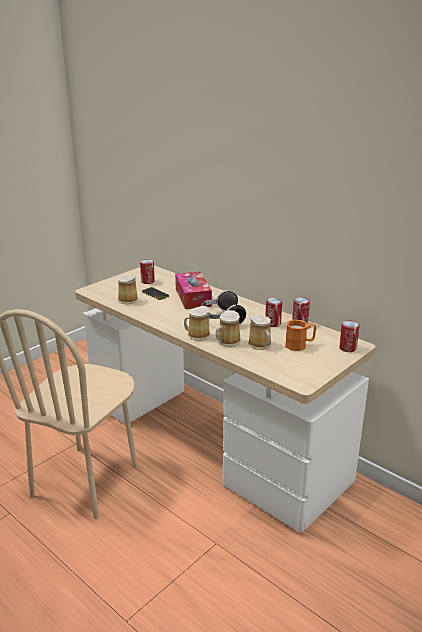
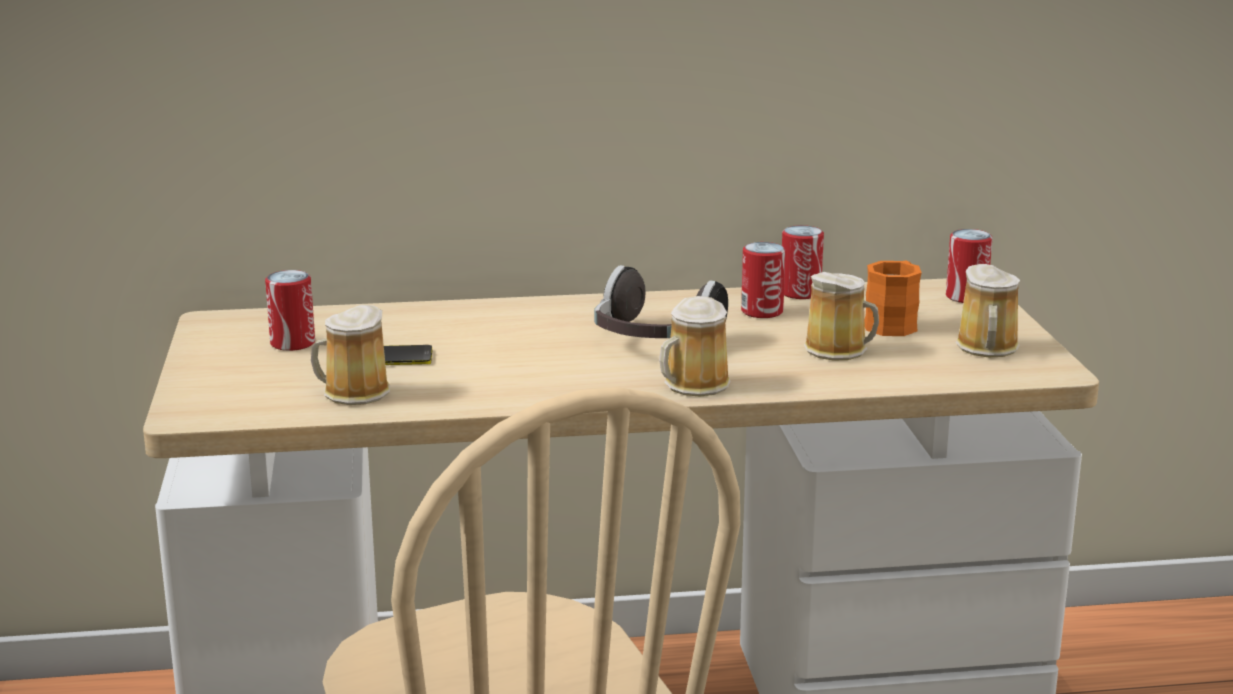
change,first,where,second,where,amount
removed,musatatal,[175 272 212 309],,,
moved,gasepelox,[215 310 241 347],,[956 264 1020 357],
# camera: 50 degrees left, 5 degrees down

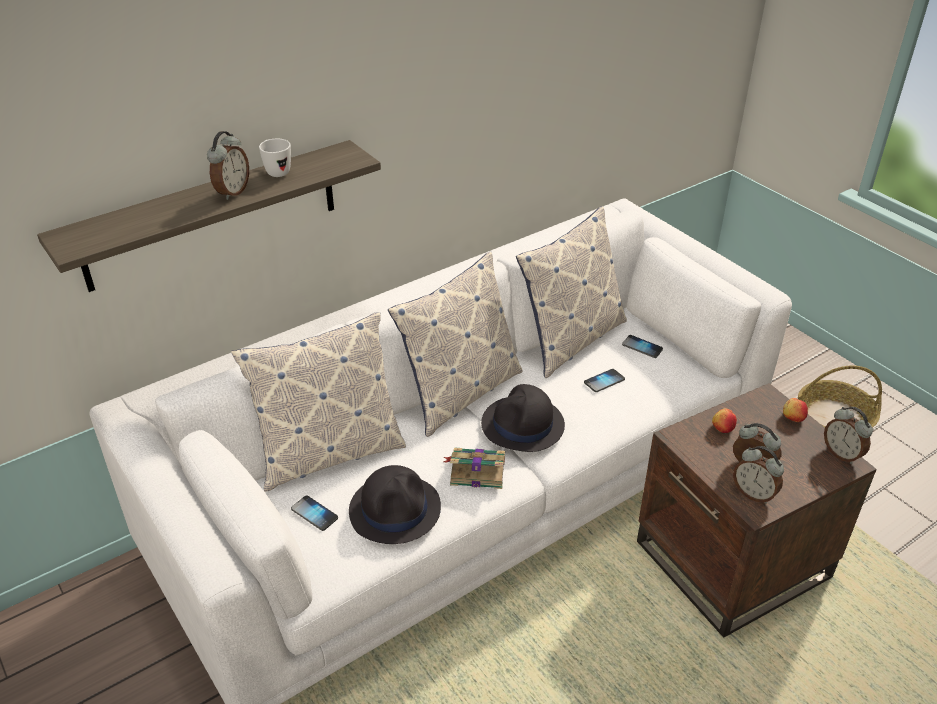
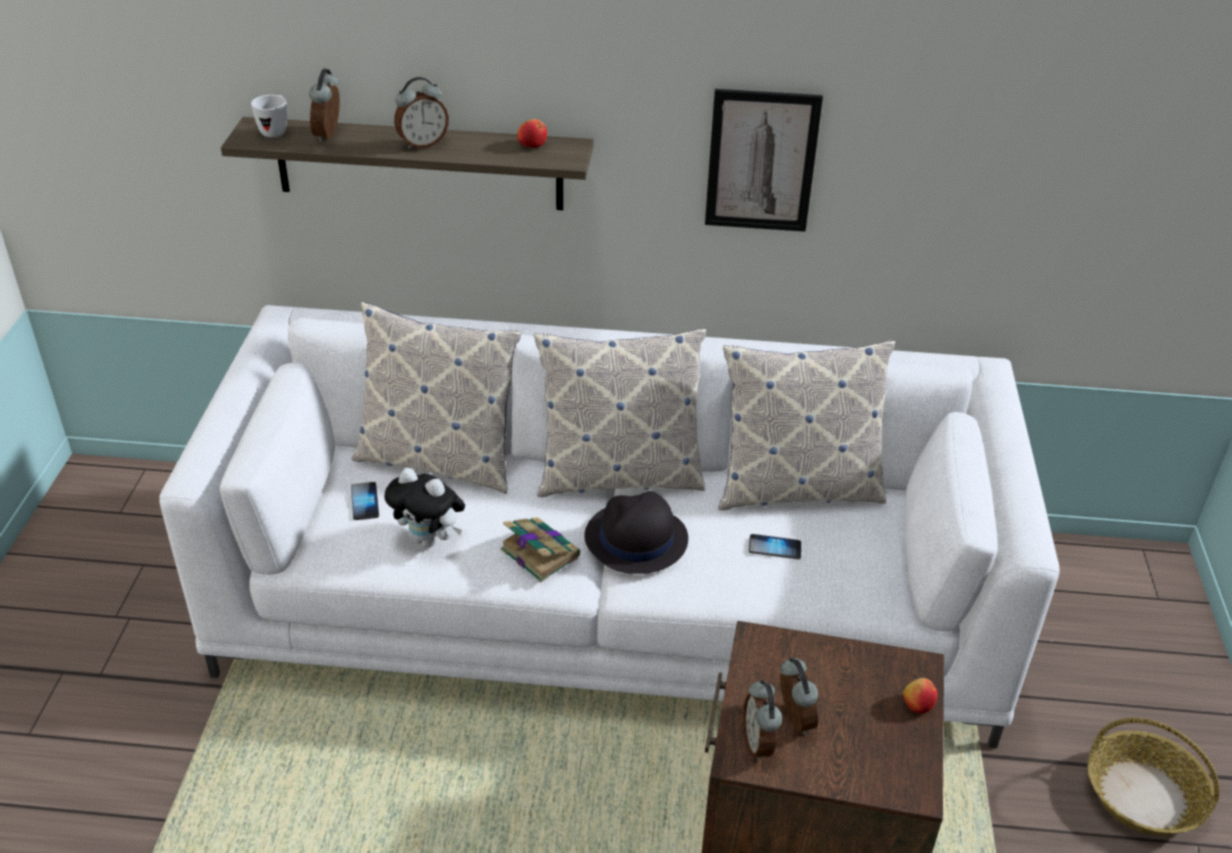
change,first,where,second,where,amount
moved,white gasepelox,[259 139 291 177],,[251 95 287 137],
replaced,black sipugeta,[349 465 441 544],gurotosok,[384 468 465 547],
removed,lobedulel,[622 335 663 358],,,
moved,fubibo,[712 408 737 433],,[517 119 547 148],
moved,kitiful,[824 407 873 464],,[309 69 340 142],
added,,,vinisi,[705 89 823 232],
# camera: 40 degrees right, 0 degrees up

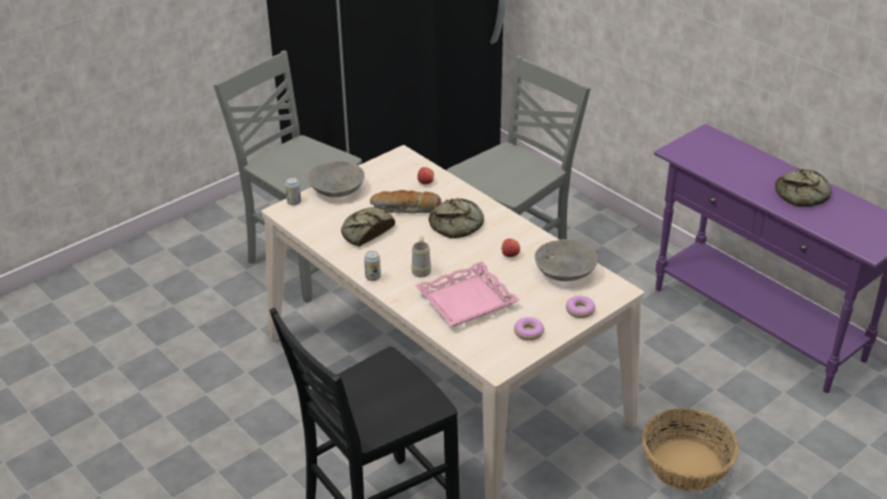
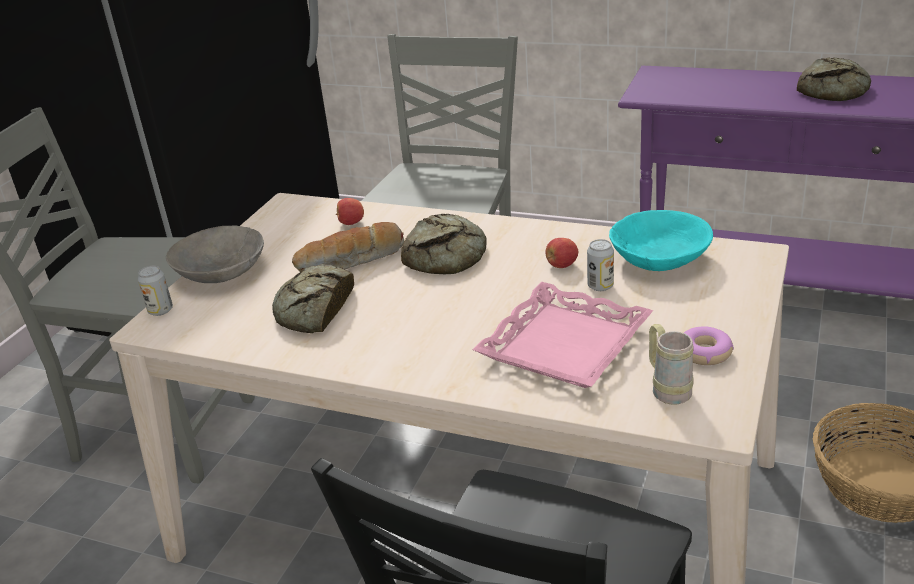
change,first,where,second,where,amount
moved,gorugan,[364 251 381 281],,[587 239 614 291],
moved,beige gasepelox,[411 236 431 278],,[649 324 694 405],
recoloured,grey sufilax,[535 239 598 281],turquoise sufilax,[609 210 713 271],
removed,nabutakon,[566 296 595 318],,,
# camera: 25 degrees left, 5 degrees down

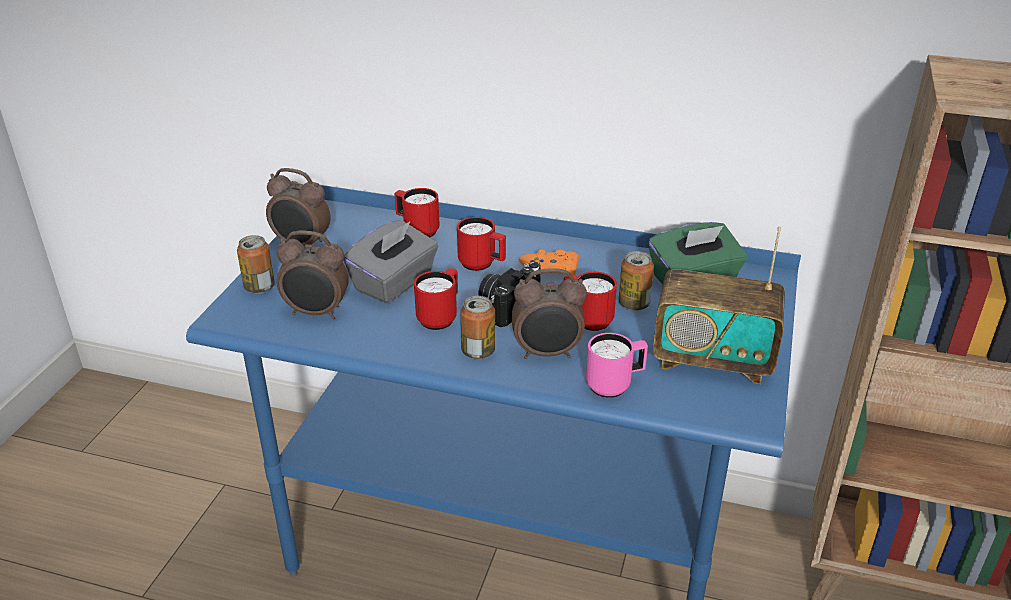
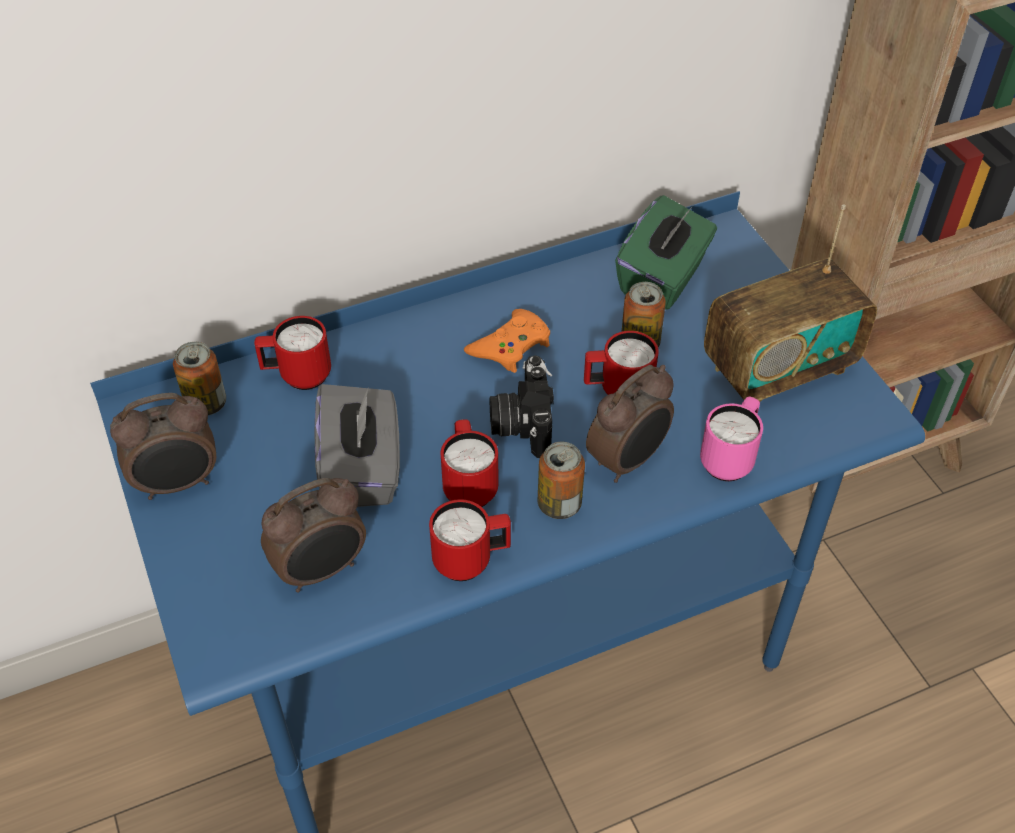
change,first,where,second,where,amount
moved,gorugan,[237 235 275 294],,[173 342 226 415],
moved,red gasepelox,[457 217 506 271],,[429 499 511 581],
# camera: 40 degrees left, 15 degrees up

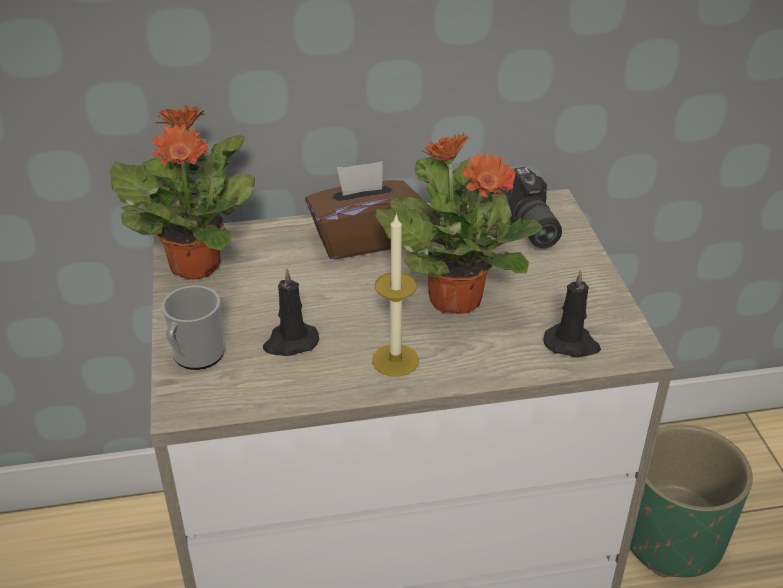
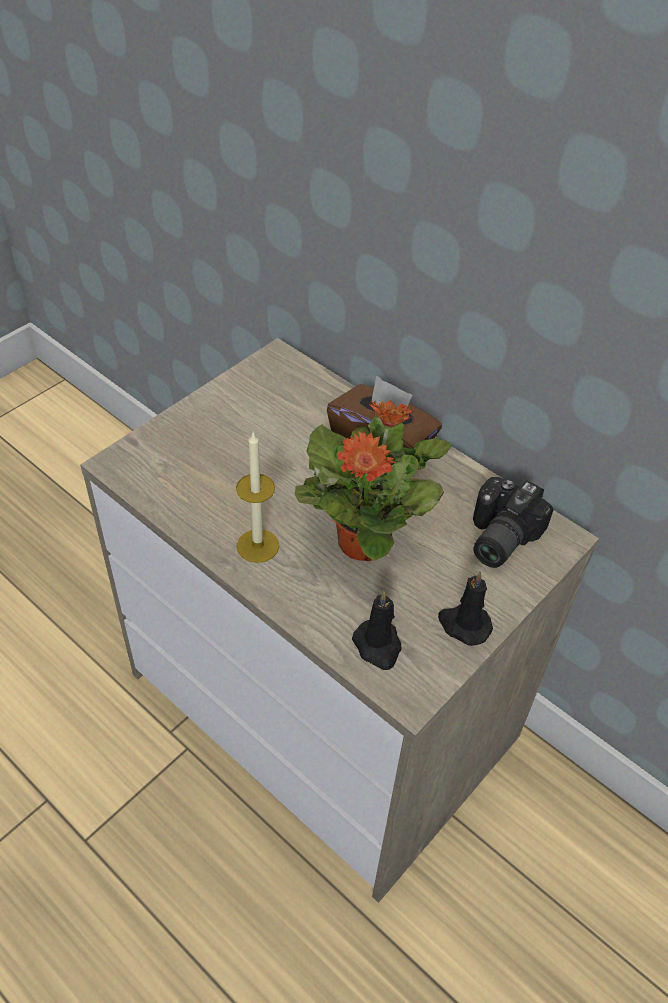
change,first,where,second,where,amount
removed,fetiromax,[109 105 255 280],,,
removed,gasepelox,[162 286 224 370],,,
moved,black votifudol,[263 268 319 356],,[438 571 493 646],
removed,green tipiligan,[630 425 753 577],,,
# camera: 50 degrees right, 10 degrees up

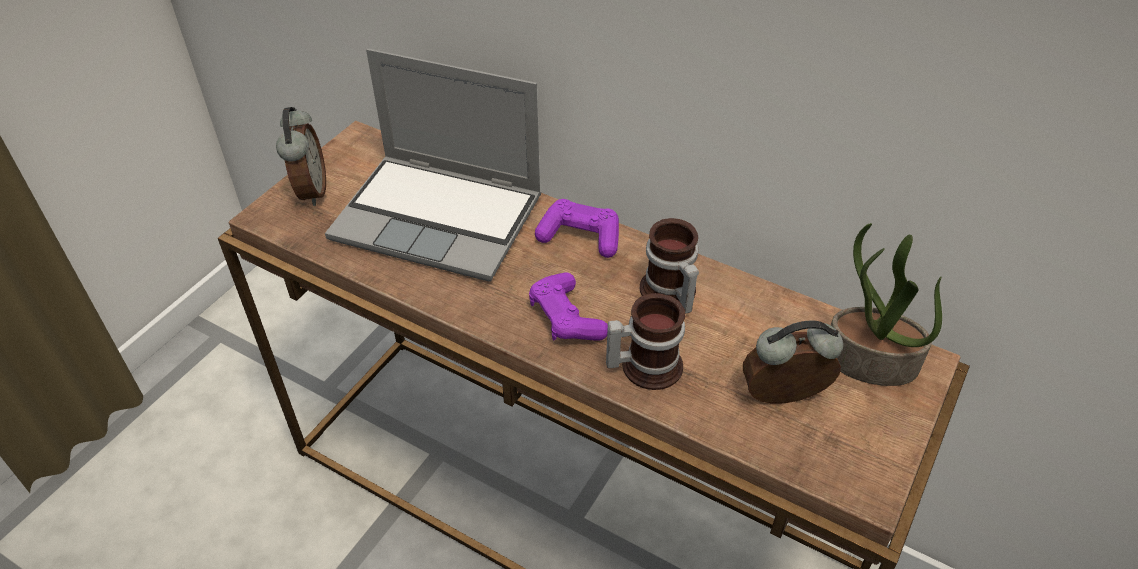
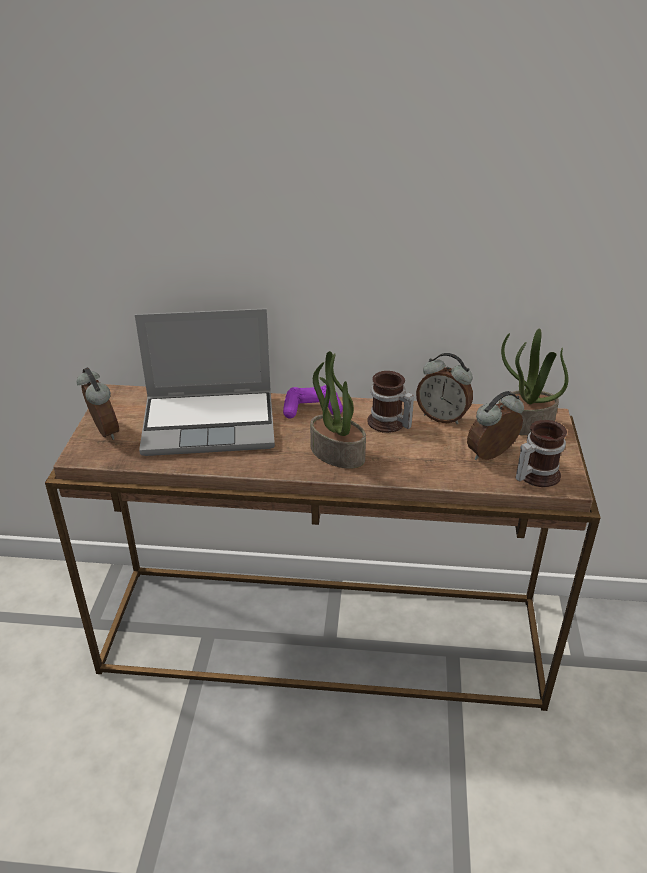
change,first,where,second,where,amount
replaced,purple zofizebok,[529 272 608 341],fetiromax,[310 351 366 469],
moved,gasepelox,[606 293 685 390],,[516 420 567 487],
added,,,kitiful,[416 353 473 424],
# camera: 25 degrees left, 10 degrees down

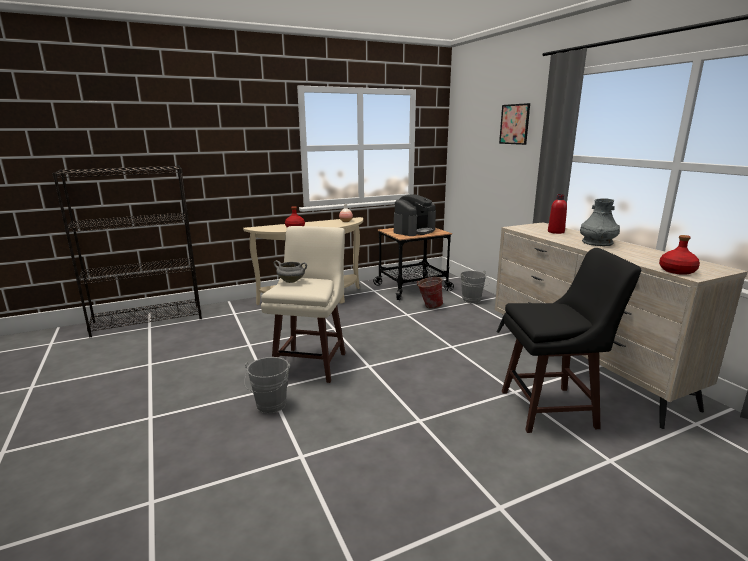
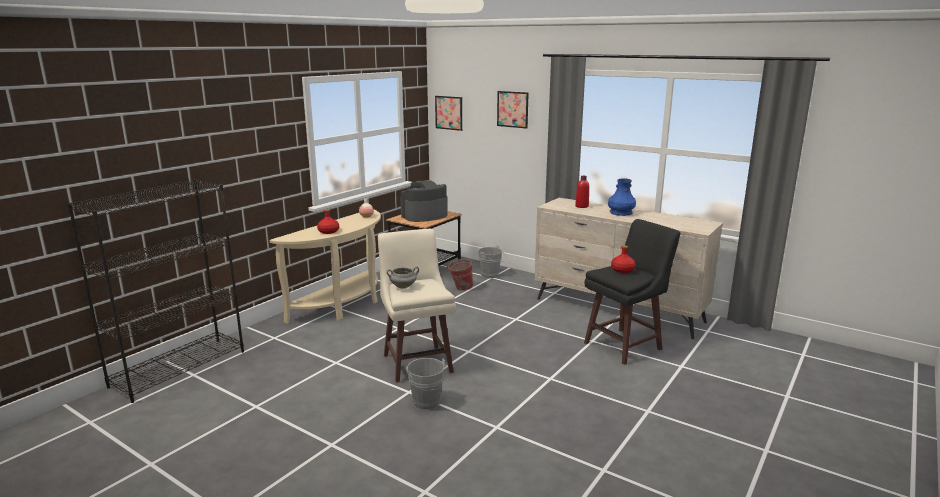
change,first,where,second,where,amount
turned,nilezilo,[394 194 436 236],,[401 180 447 222],135 degrees counterclockwise
recoloured,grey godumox,[580 198 620 246],blue godumox,[608 178 636 216],
moved,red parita,[659 235 700 275],,[611 245 636 273],
added,,,vinisi,[435 96 462 131],
# camera: 30 degrees left, 0 degrees up

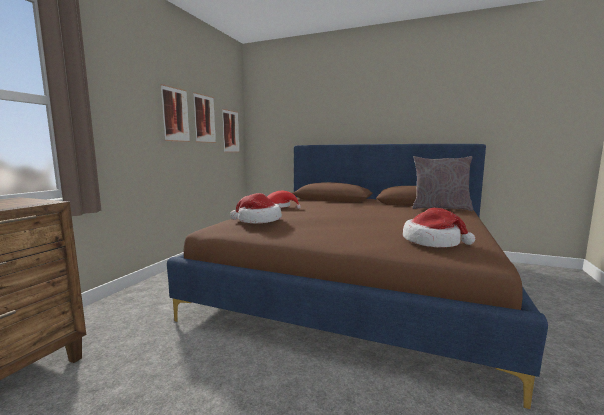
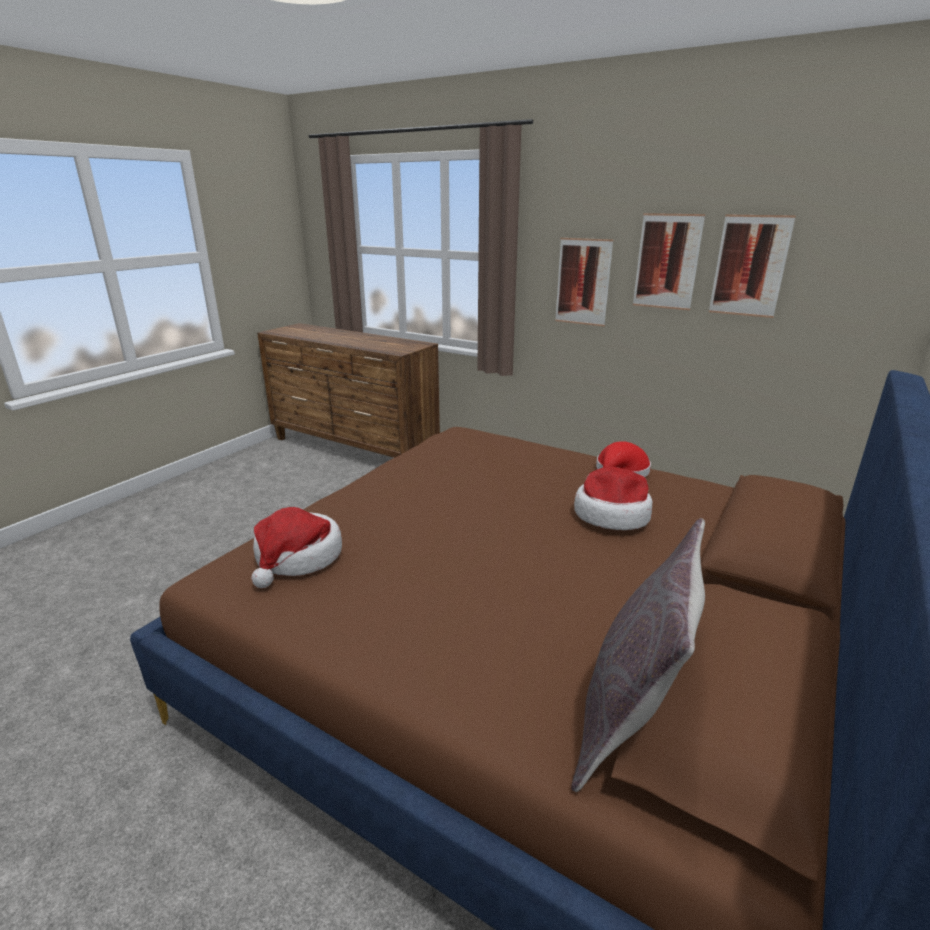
change,first,where,second,where,amount
moved,vinisi,[222 109 240 152],,[555 238 613 326],
moved,sipugeta,[230 193 282 223],,[574 466 653 530],
# camera: 100 degrees right, 15 degrees up

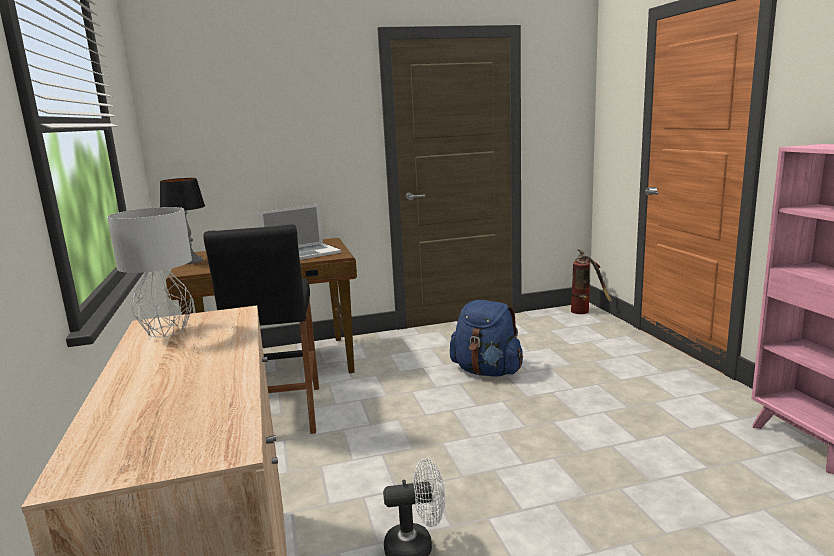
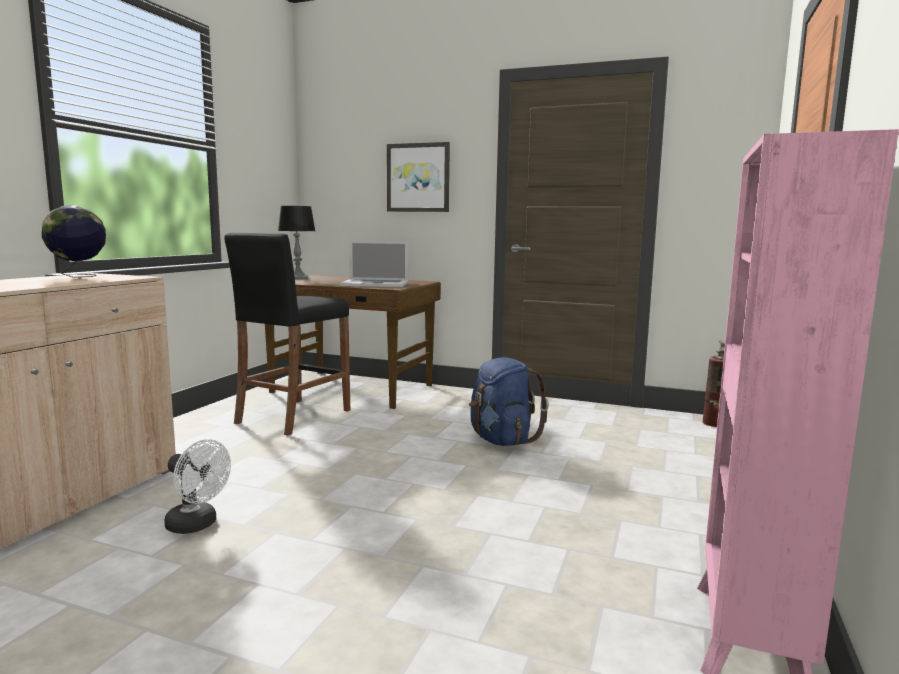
change,first,where,second,where,amount
replaced,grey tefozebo,[107 207 194 337],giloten,[42 205 106 278],
added,,,vinisi,[387 142 450 212],
# camera: 35 degrees right, 5 degrees down

